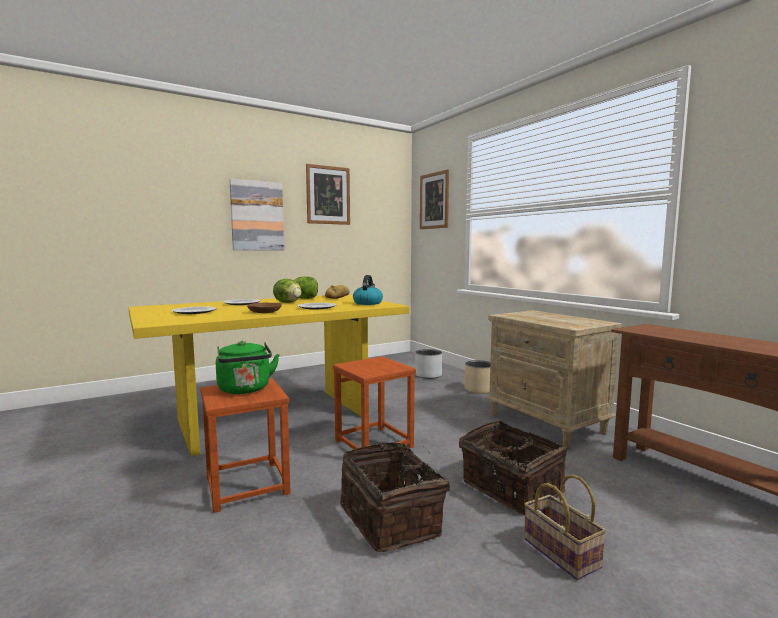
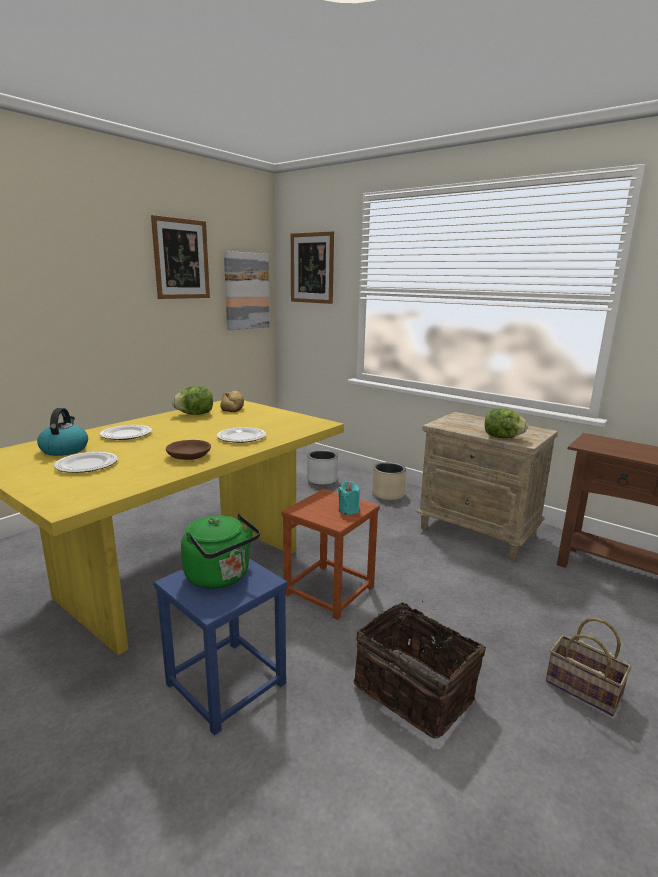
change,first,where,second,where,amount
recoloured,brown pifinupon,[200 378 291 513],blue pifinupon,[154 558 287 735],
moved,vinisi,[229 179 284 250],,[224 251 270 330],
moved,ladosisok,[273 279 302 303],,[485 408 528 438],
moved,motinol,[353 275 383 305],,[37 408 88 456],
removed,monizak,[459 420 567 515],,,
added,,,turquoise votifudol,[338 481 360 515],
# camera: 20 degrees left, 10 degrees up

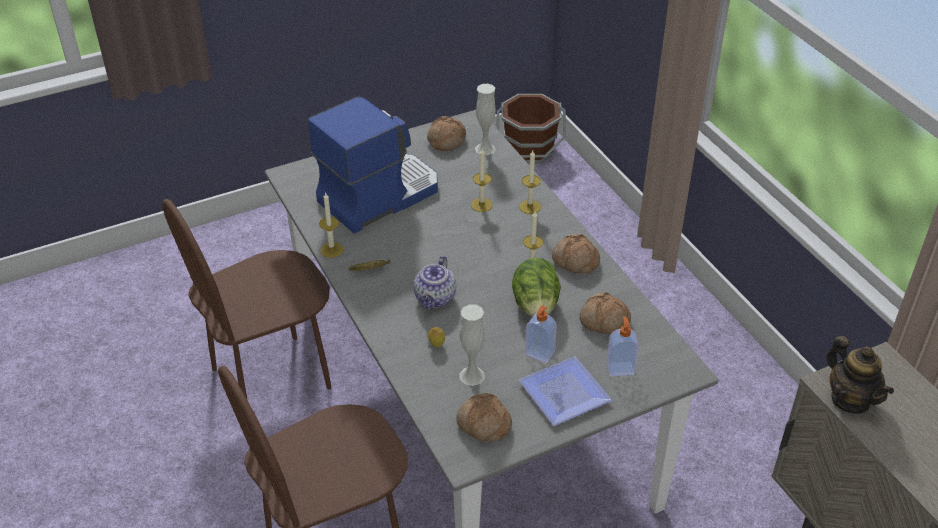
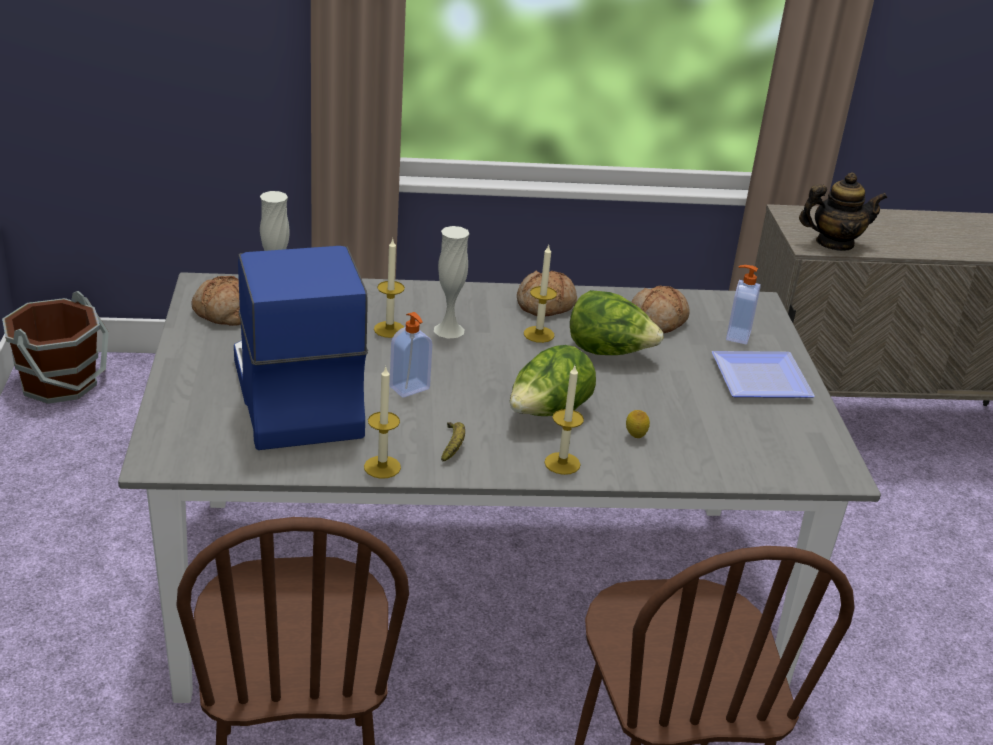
change,first,where,second,where,amount
replaced,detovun,[414 255 456 309],ladosisok,[510 345 596 416],
removed,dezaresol,[456 393 512 442],,,
moved,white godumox,[460 305 485 386],,[434 226 469 339],
moved,votifudol,[519 151 541 214],,[544 366 584 475],
moved,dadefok,[525 305 557 363],,[390 312 432 398],
# camera: 70 degrees left, 10 degrees down

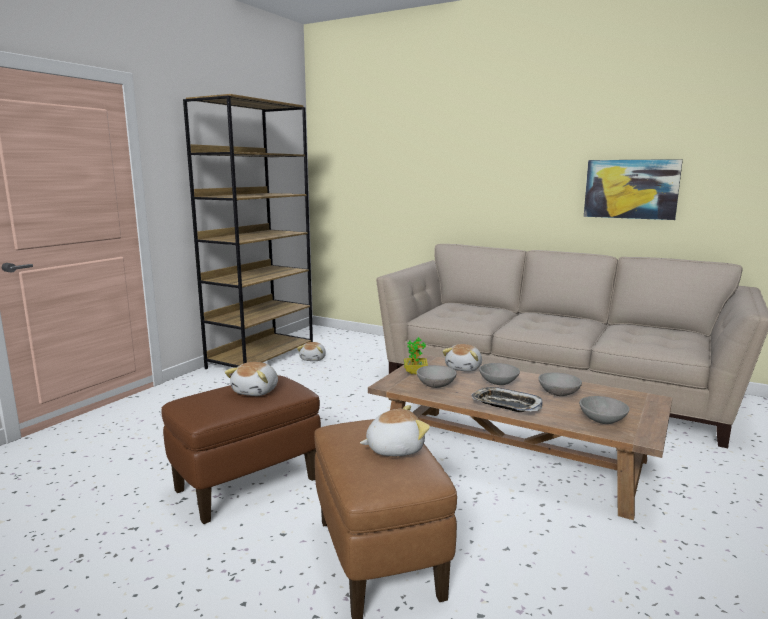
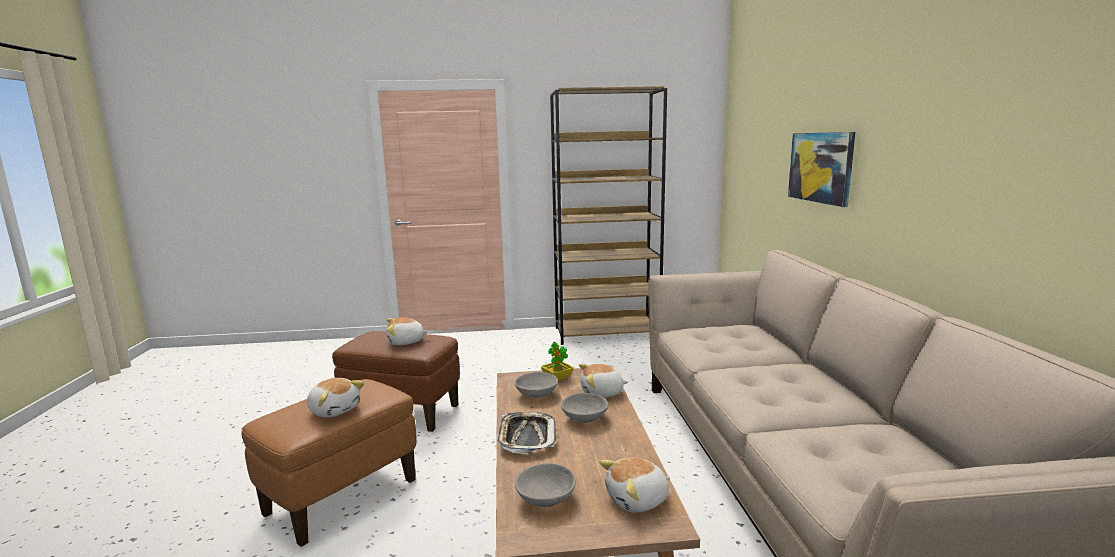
change,first,where,second,where,amount
moved,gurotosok,[297 342 326 361],,[599 458 670 513],
removed,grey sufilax,[538 372 582 396],,,
moved,vinisi,[584 159 683 220],,[788 132 855 207],
# camera: 55 degrees right, 0 degrees up

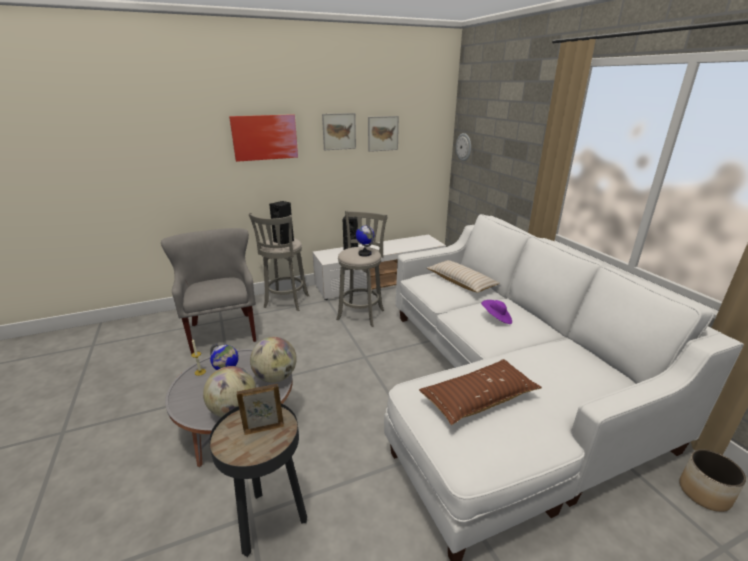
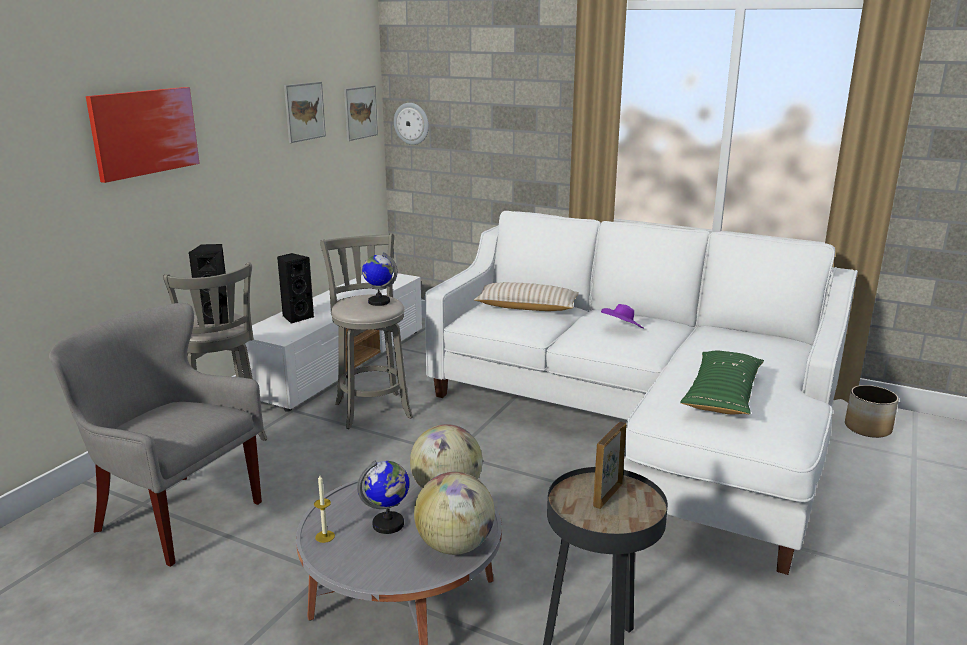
change,first,where,second,where,amount
moved,vinisi,[322 113 356 150],,[344 85 378 141],
recoloured,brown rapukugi,[419 359 542 425],green rapukugi,[680 351 764 414],
# camera: 40 degrees left, 5 degrees down

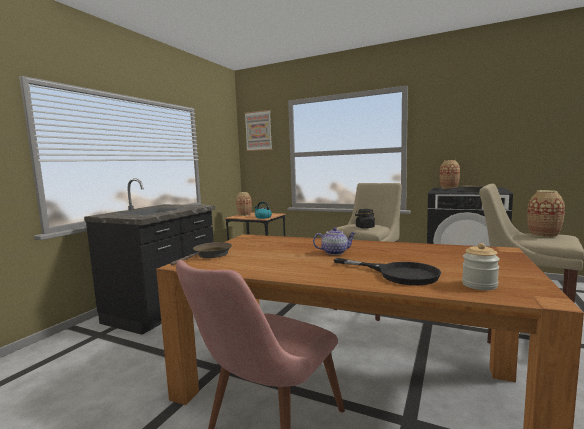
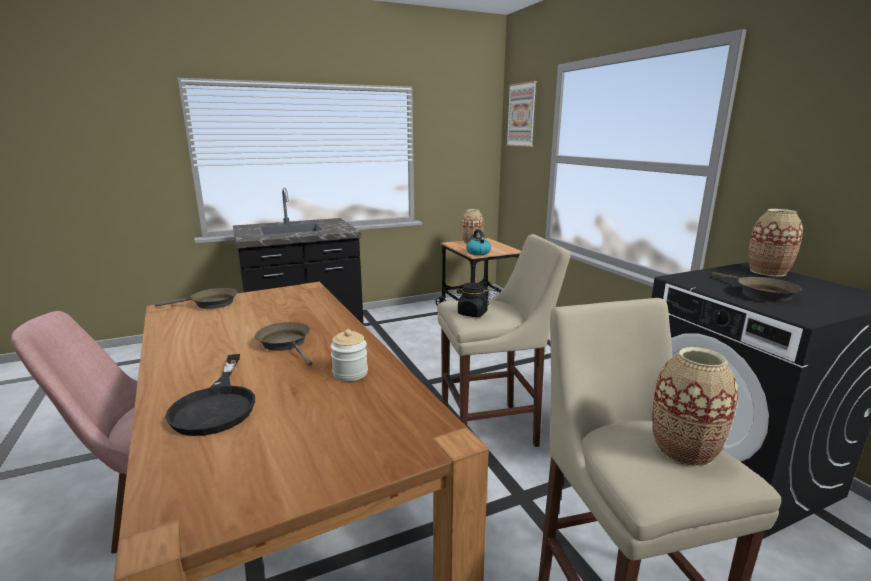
change,first,where,second,where,amount
replaced,detovun,[313 227 356 255],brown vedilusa,[255 322 312 366],
moved,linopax,[462 243 500 290],,[330 329 368 381],
# camera: 40 degrees right, 10 degrees up

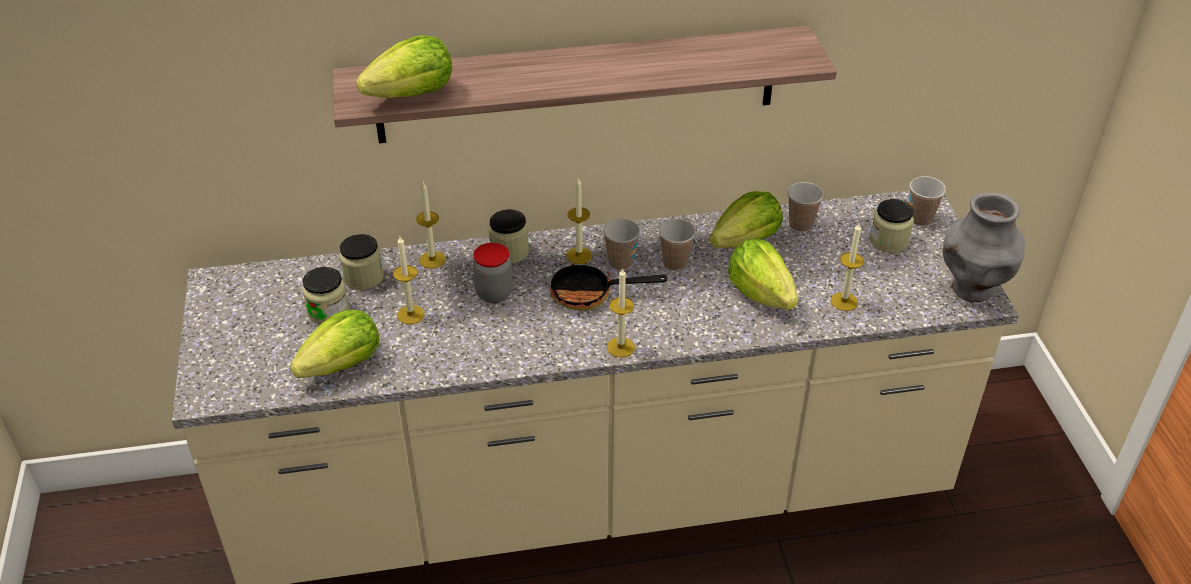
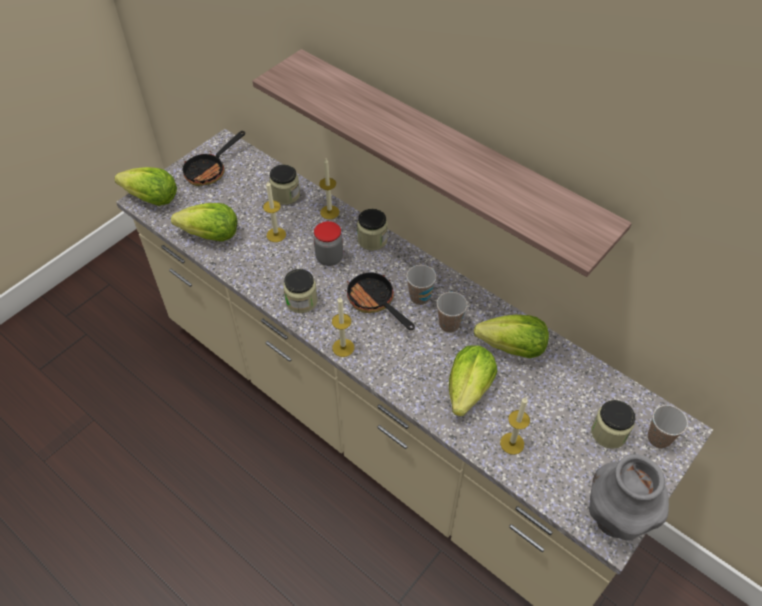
change,first,where,second,where,amount
moved,linopax,[302 267 349 324],,[283 269 317 313],
moved,ladosisok,[356 35 452 98],,[115 167 177 206],
removed,votifudol,[566 177 592 264],,,
removed,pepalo,[788 182 824 232],,,
added,,,vedilusa,[182 131 245 186],
# camera: 50 degrees right, 10 degrees up

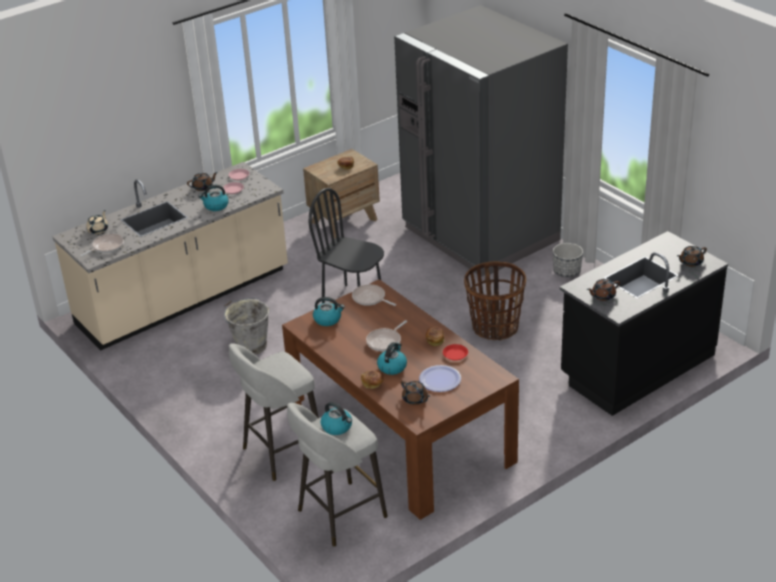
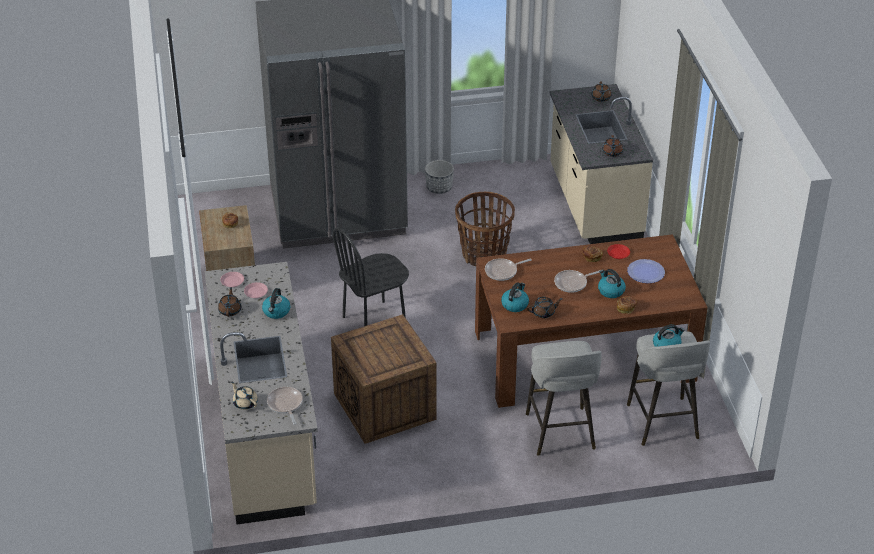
change,first,where,second,where,amount
replaced,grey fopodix,[224 298 269 354],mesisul,[331 314 437 444],
turned,vedilusa,[366 320 407 351],,[554 270 600 293],90 degrees clockwise
moved,brown detovun,[401 381 430 405],,[527 297 563 318],
recoloured,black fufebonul,[560 231 728 416],beige fufebonul,[549 84 653 244],
# camera: 65 degrees left, 5 degrees up

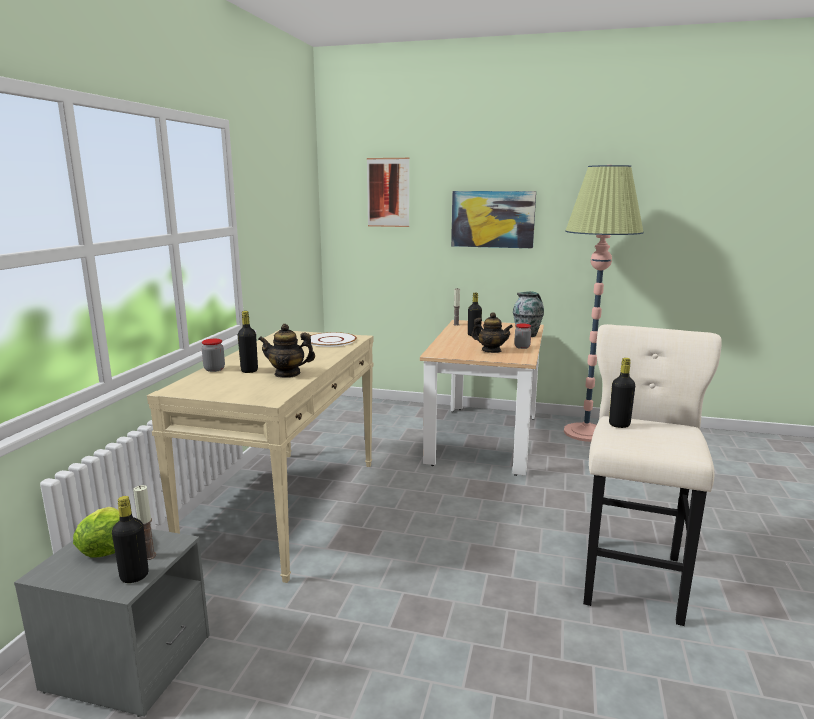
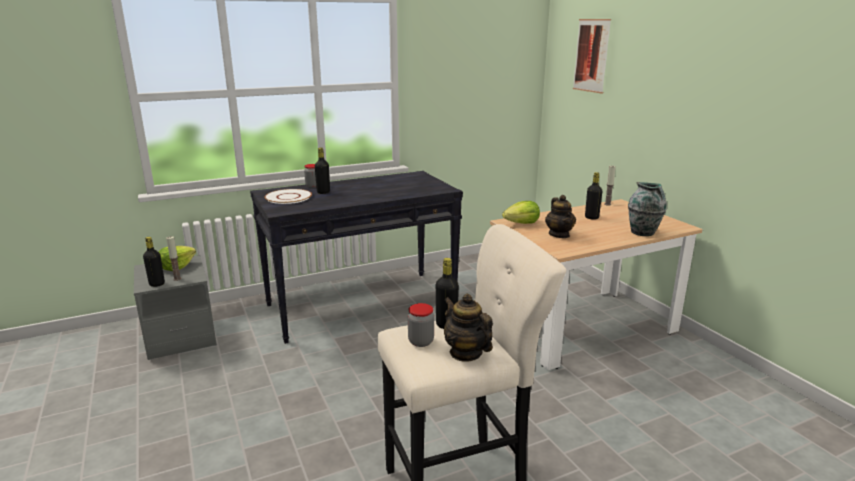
change,first,where,second,where,amount
recoloured,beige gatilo,[147 330 374 583],black gatilo,[250 171 463 344],
moved,detovun,[258 324 315 378],,[444 294 493 362],
moved,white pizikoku,[311 332 357 347],,[264 189 312 204],
removed,vinisi,[451 191 536 248],,,
moved,linopax,[514 323 531 349],,[408 303 434 347],
removed,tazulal,[564 165 644 442],,,
added,,,ladosisok,[502 201 540 224],
# camera: 50 degrees right, 5 degrees up

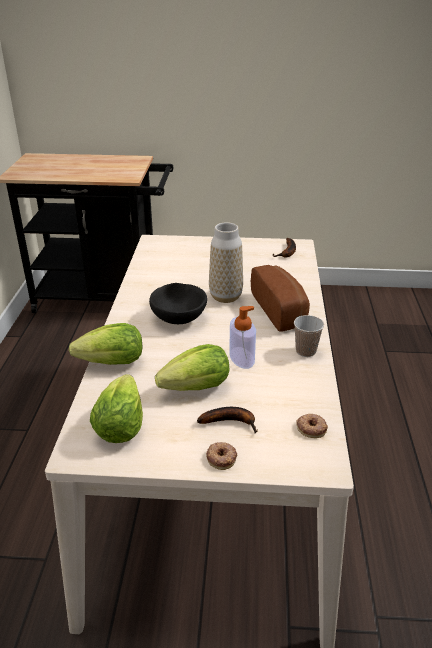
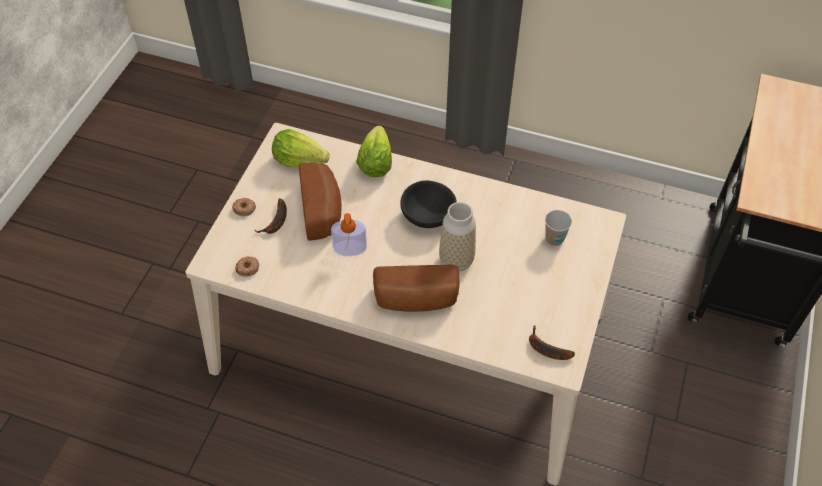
change,first,where,second,where,amount
replaced,ladosisok,[155 344 229 391],dezaresol,[299 163 342 241],
moved,pepalo,[294 315 324 357],,[545 210 572 246],
# camera: 105 degrees right, 20 degrees up

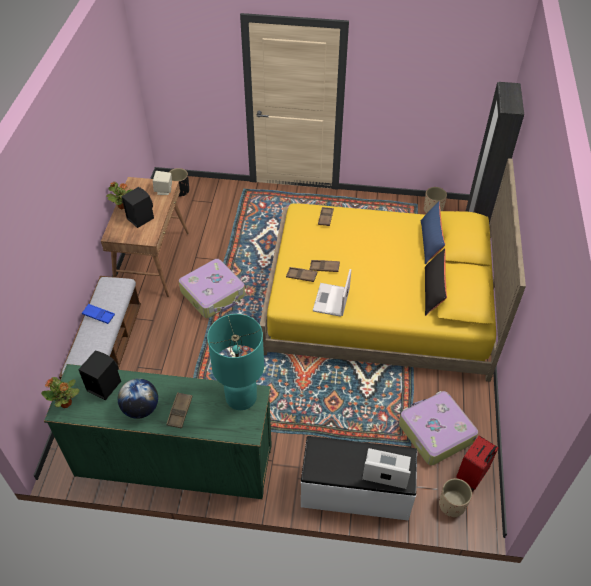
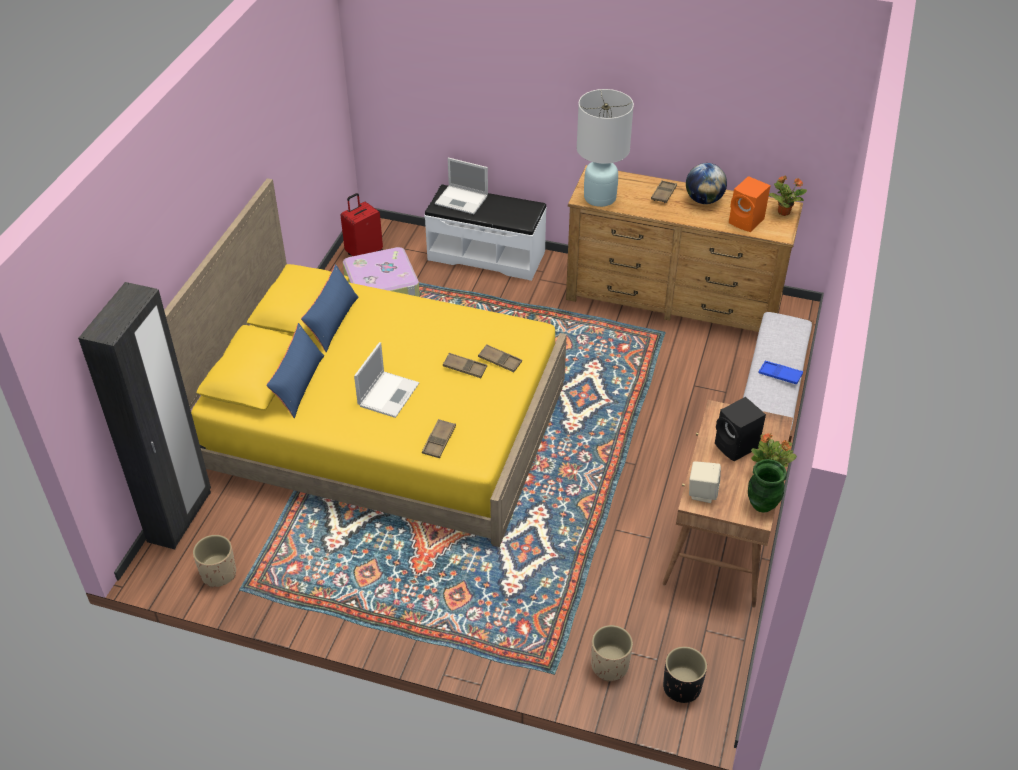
change,first,where,second,where,amount
recoloured,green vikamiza,[44 364 272 499],brown vikamiza,[566 165 803 332],
recoloured,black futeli,[78 351 121 400],orange futeli,[729 176 771 232],
removed,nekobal,[179 259 245 318],,,
recoloured,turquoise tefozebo,[207 314 264 410],white tefozebo,[576 89 634 207],
moved,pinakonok,[313 269 351 317],,[354 342 419 418],
recoloured,black rapukugi,[425 248 447 316],blue rapukugi,[301 264 359 352],
moved,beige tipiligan,[439 478 472 518],,[591 625 633 682],
added,,,green godumox,[748 459 787 513],
# camera: 170 degrees left, 5 degrees down

